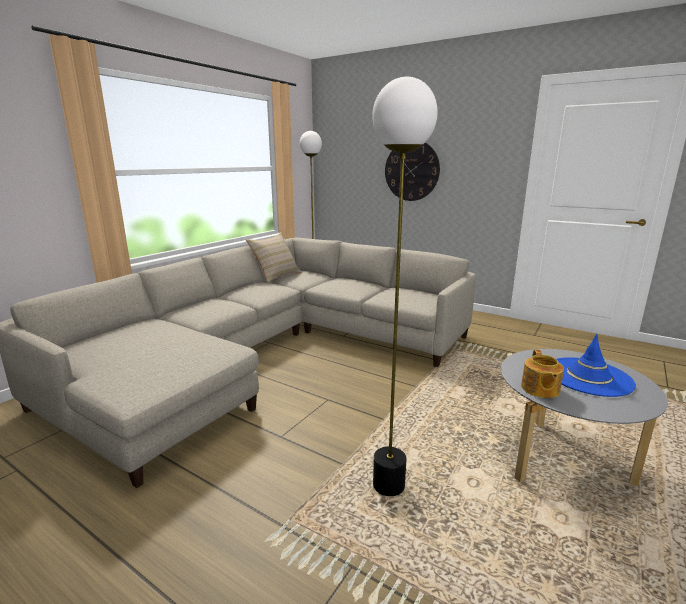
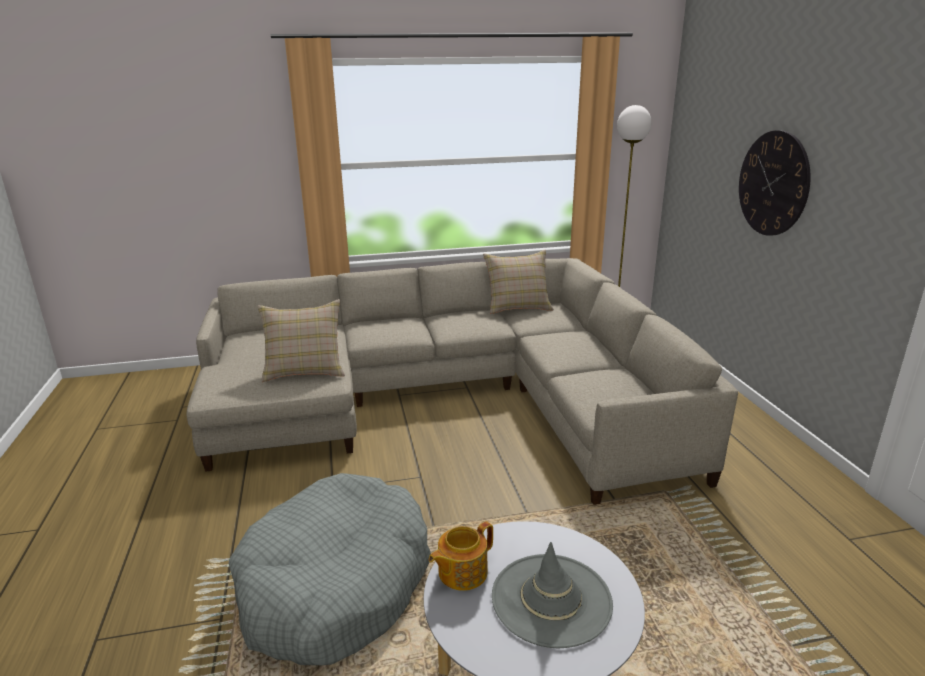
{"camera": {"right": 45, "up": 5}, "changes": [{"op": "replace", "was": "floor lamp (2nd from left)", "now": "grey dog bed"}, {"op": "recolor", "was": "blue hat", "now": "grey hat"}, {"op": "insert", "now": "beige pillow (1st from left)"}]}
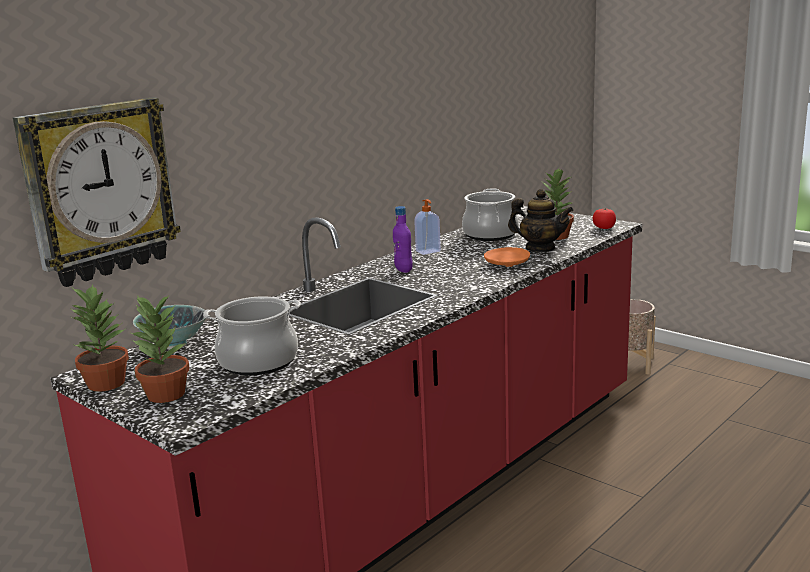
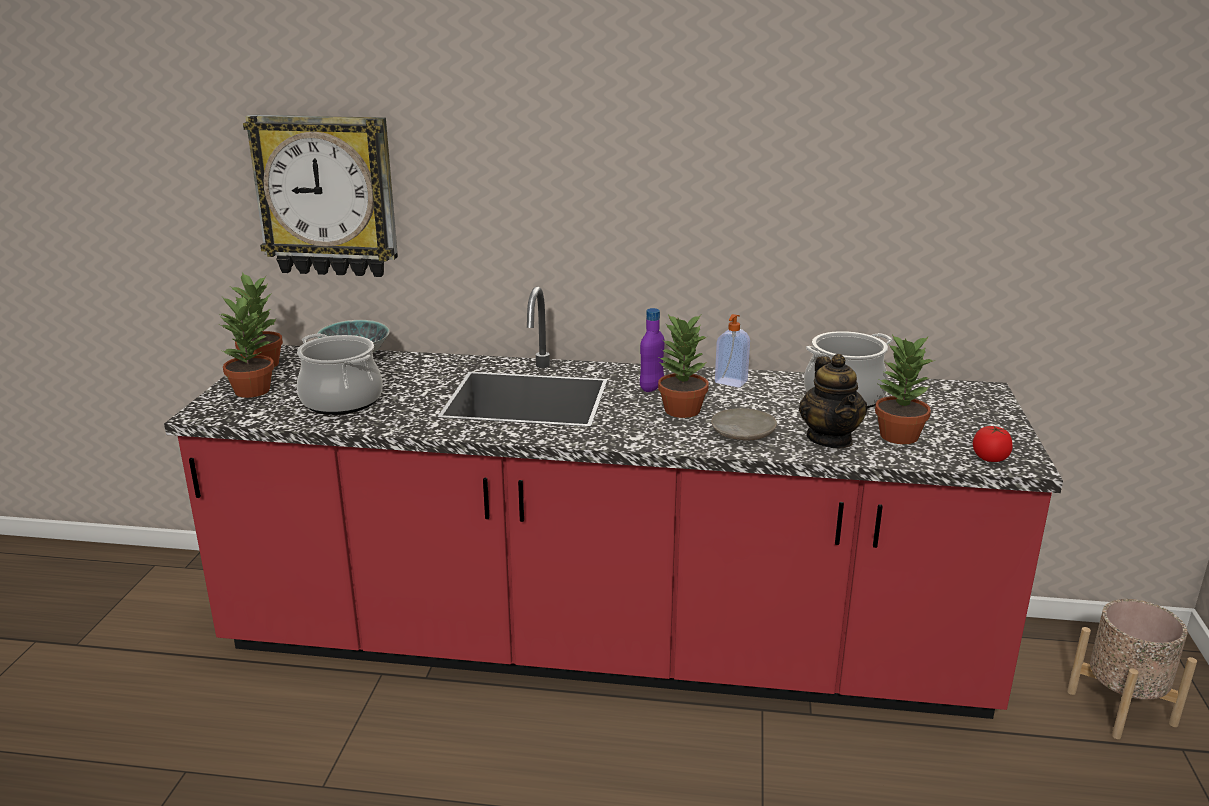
{"camera": {"right": 55, "up": 5}, "changes": [{"op": "recolor", "was": "orange plate", "now": "beige plate"}, {"op": "insert", "now": "potted plant (3rd from left)"}]}
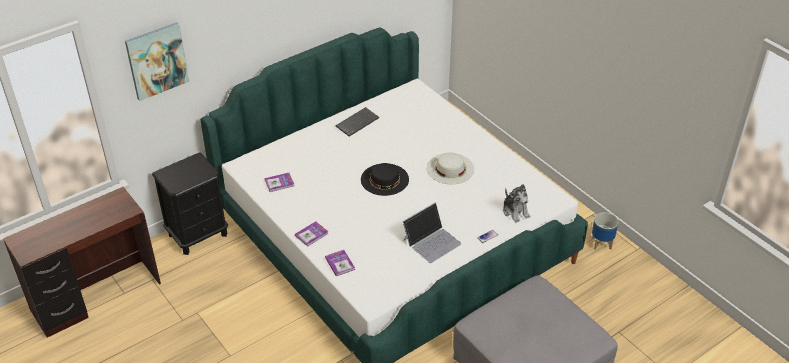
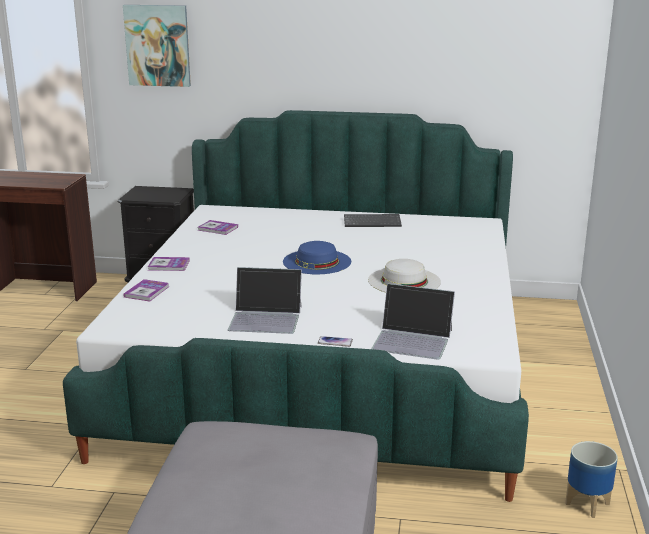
{"camera": {"right": 45, "up": -20}, "changes": [{"op": "recolor", "was": "black hat", "now": "blue hat"}, {"op": "replace", "was": "plush toy", "now": "laptop (2nd from left)"}]}
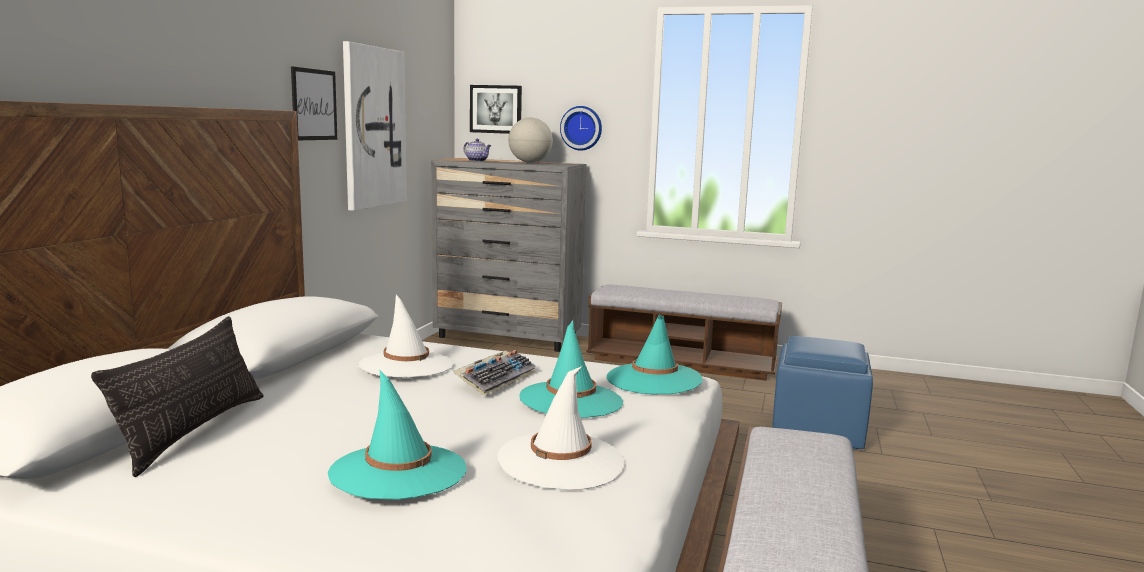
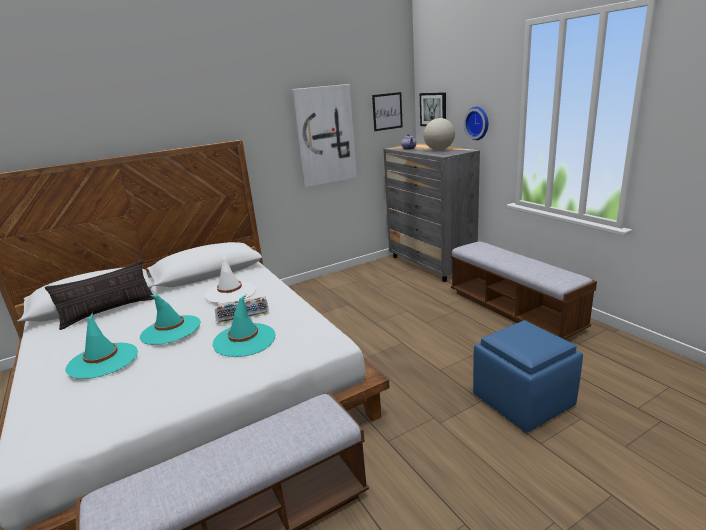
{"camera": {"right": 45, "up": 10}, "changes": [{"op": "move", "was": "picture (1st from left in the first image)", "now": "picture (2nd from left)"}, {"op": "delete", "was": "white hat (2nd from left)"}, {"op": "move", "was": "turquoise hat (3rd from left in the first image)", "now": "turquoise hat (2nd from left)"}]}
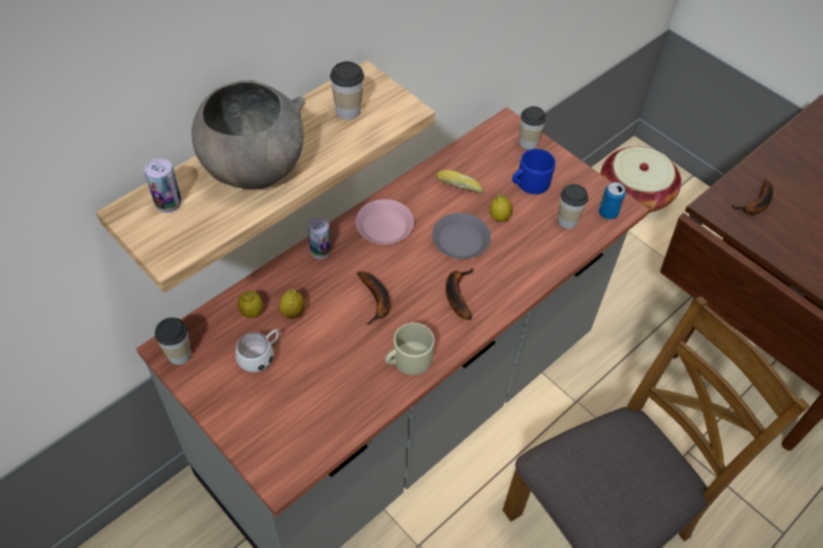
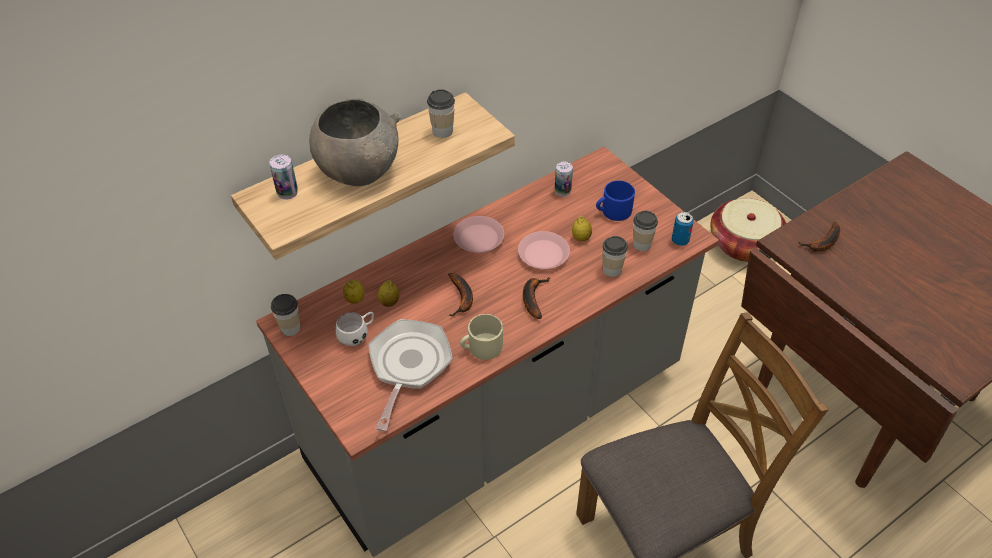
{"camera": {"right": 10, "up": -5}, "changes": [{"op": "move", "was": "can (2nd from left)"}, {"op": "recolor", "was": "grey plate", "now": "pink plate (2nd from left)"}, {"op": "delete", "was": "bread"}, {"op": "move", "was": "cup (3rd from left)"}, {"op": "insert", "now": "frying pan"}]}
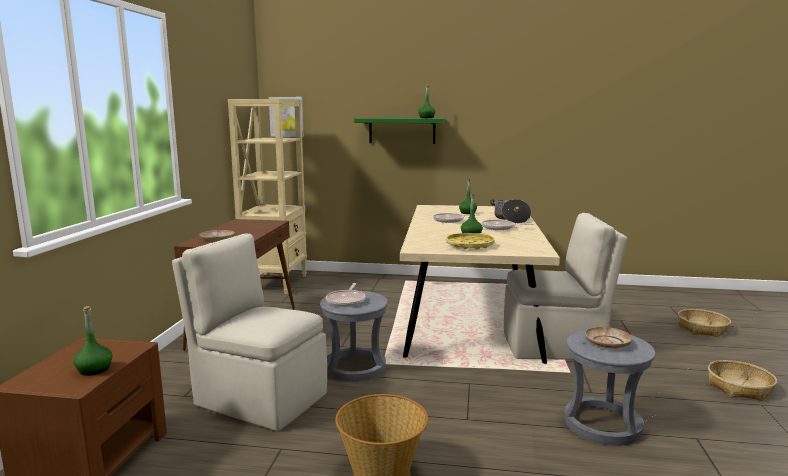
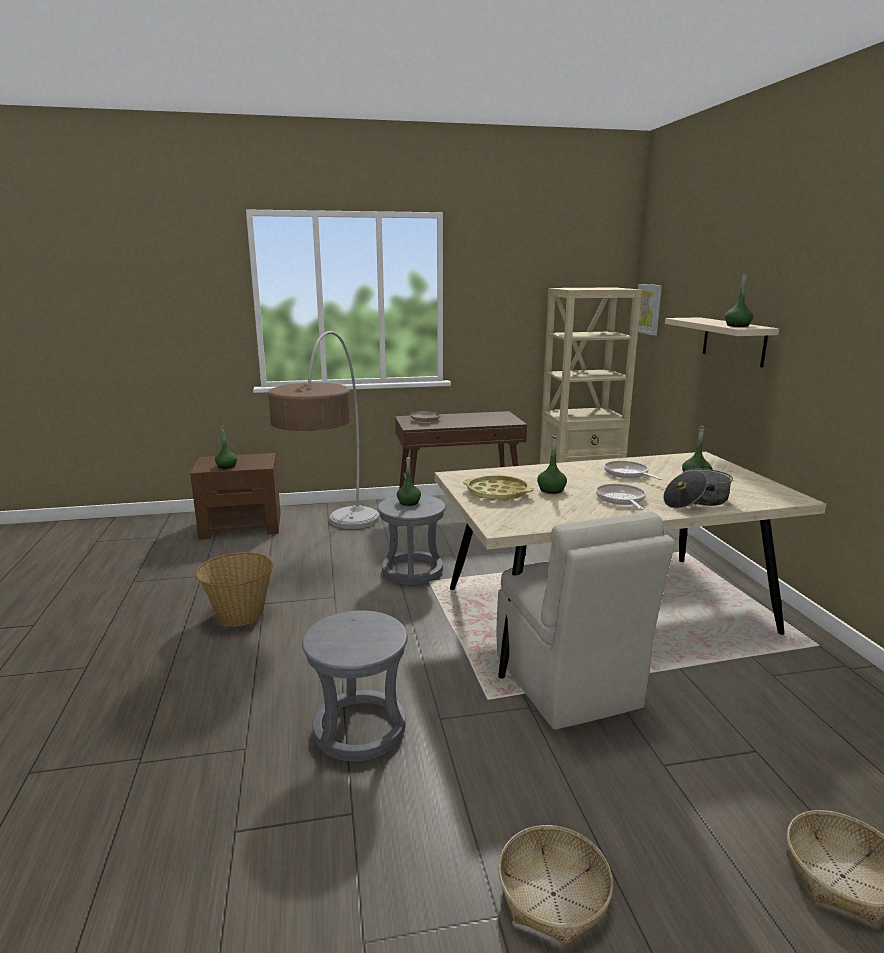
{"camera": {"right": 70, "up": 5}, "changes": [{"op": "replace", "was": "beige chair (1st from left)", "now": "floor lamp"}, {"op": "replace", "was": "frying pan (1st from left)", "now": "green bottle (2nd from left)"}, {"op": "recolor", "was": "green shelf", "now": "beige shelf"}, {"op": "delete", "was": "beige plate (2nd from left)"}]}
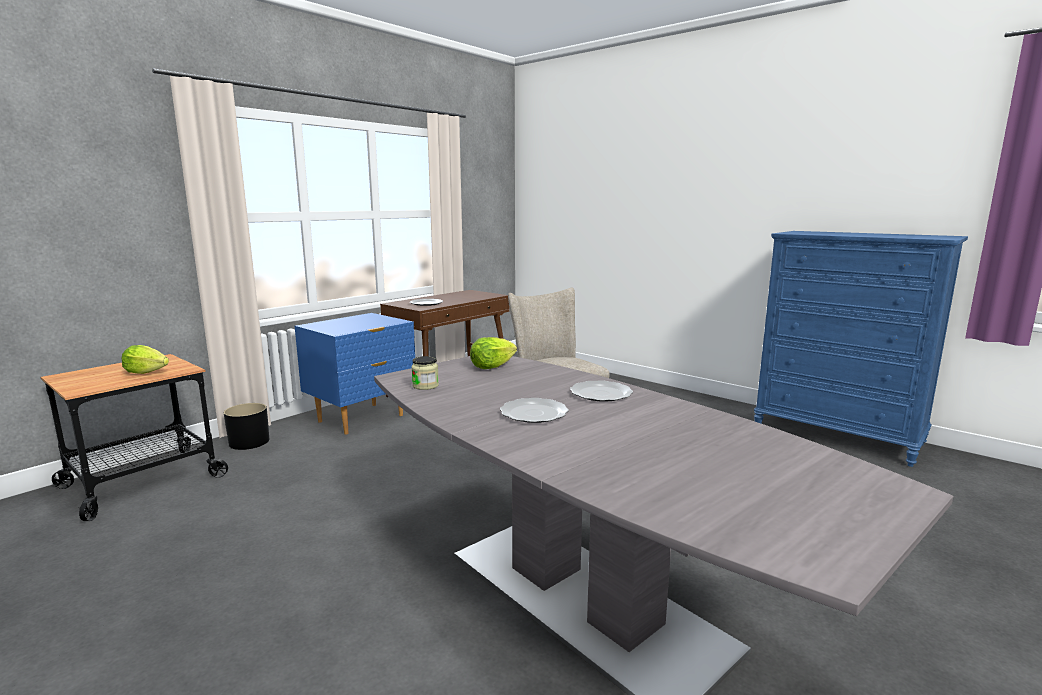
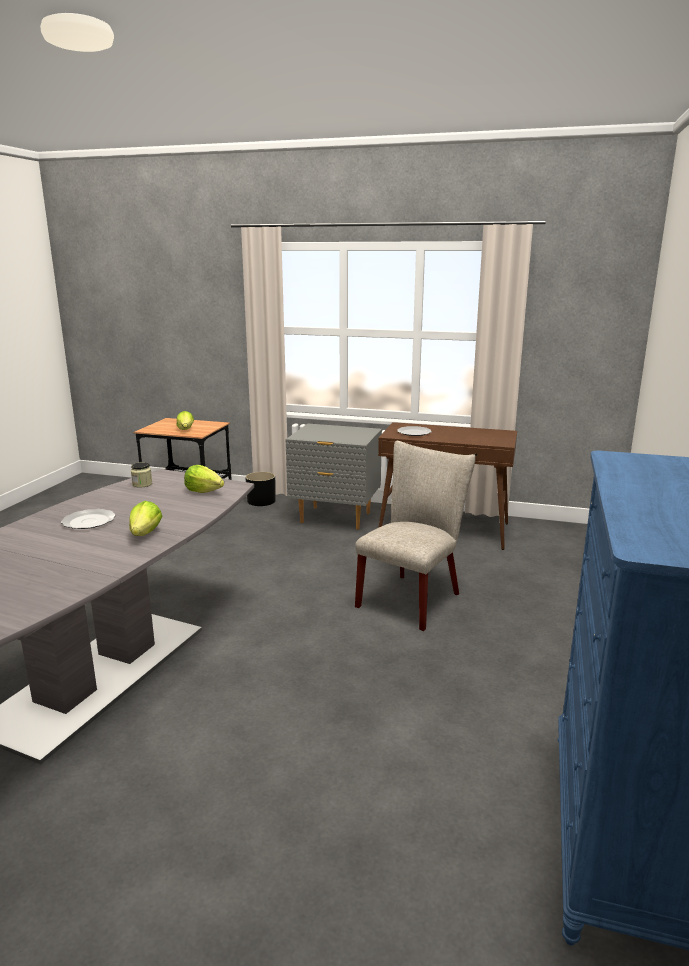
{"camera": {"right": 65, "up": 5}, "changes": [{"op": "recolor", "was": "blue nightstand", "now": "grey nightstand"}, {"op": "replace", "was": "plate (3rd from left)", "now": "lettuce (1st from left)"}]}
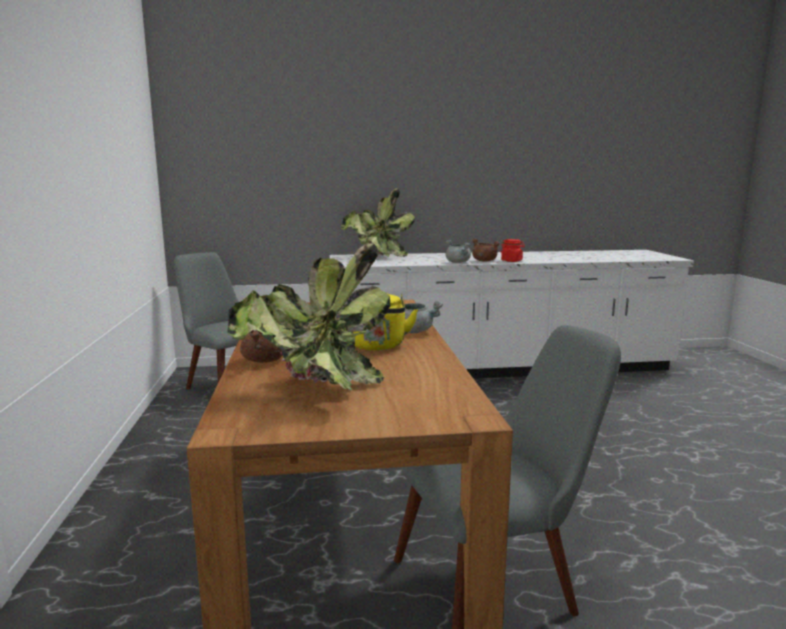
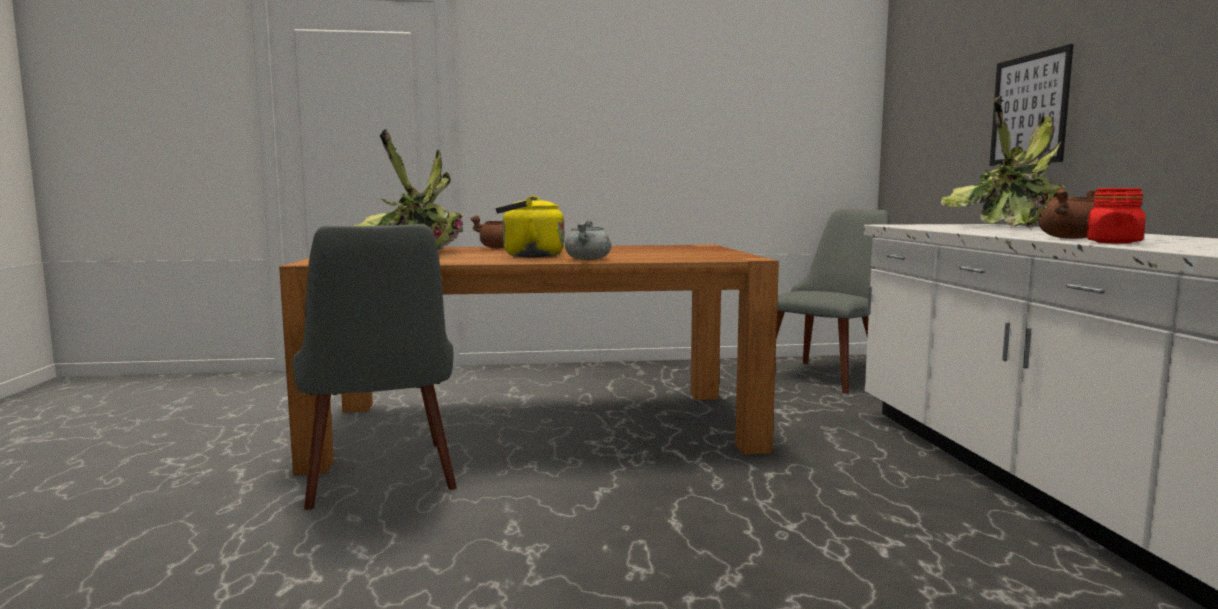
{"camera": {"right": 90, "up": -5}, "changes": [{"op": "delete", "was": "grey cooking pot (2nd from left)"}, {"op": "insert", "now": "picture"}]}
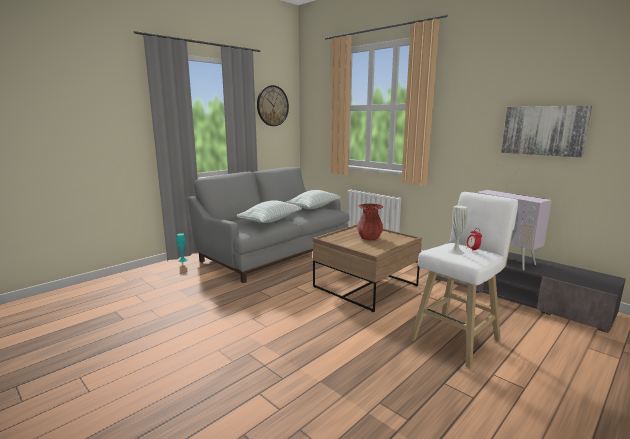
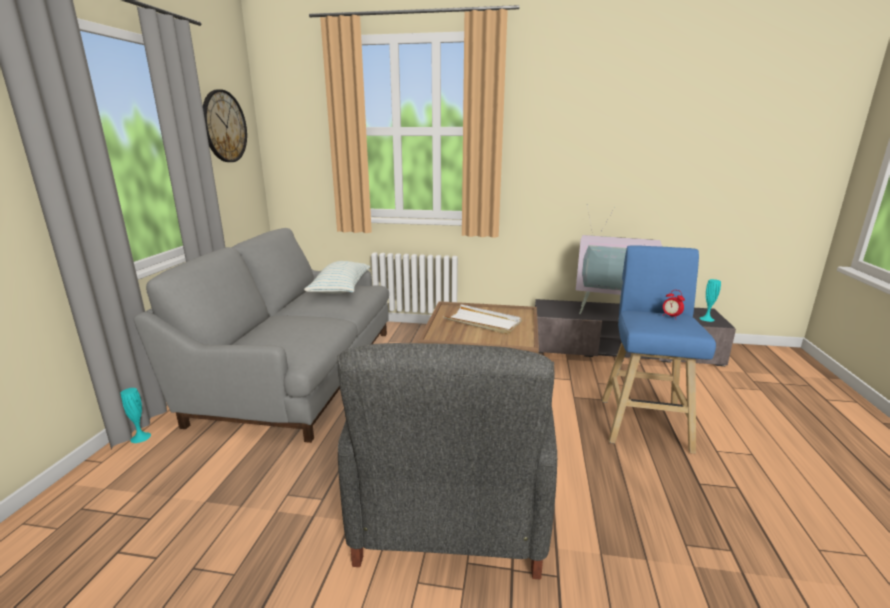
{"camera": {"right": -35, "up": 5}, "changes": [{"op": "delete", "was": "pillow (1st from left)"}, {"op": "replace", "was": "red vase", "now": "white tray"}, {"op": "recolor", "was": "white stool", "now": "blue stool"}, {"op": "delete", "was": "white vase"}, {"op": "delete", "was": "picture"}, {"op": "insert", "now": "grey armchair"}, {"op": "insert", "now": "turquoise vase (2nd from left)"}]}
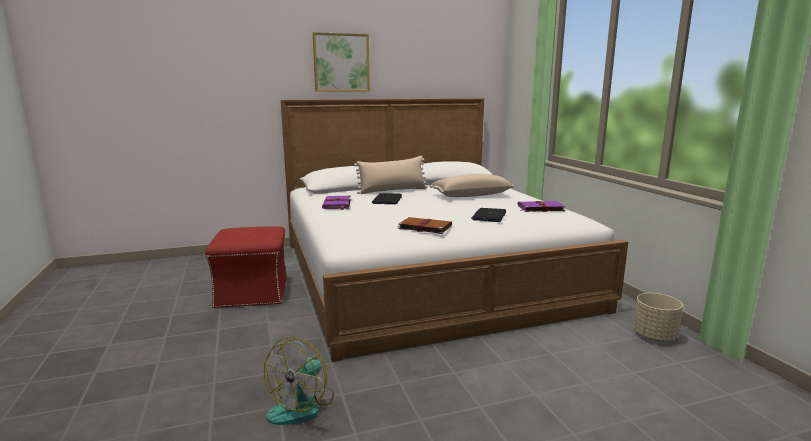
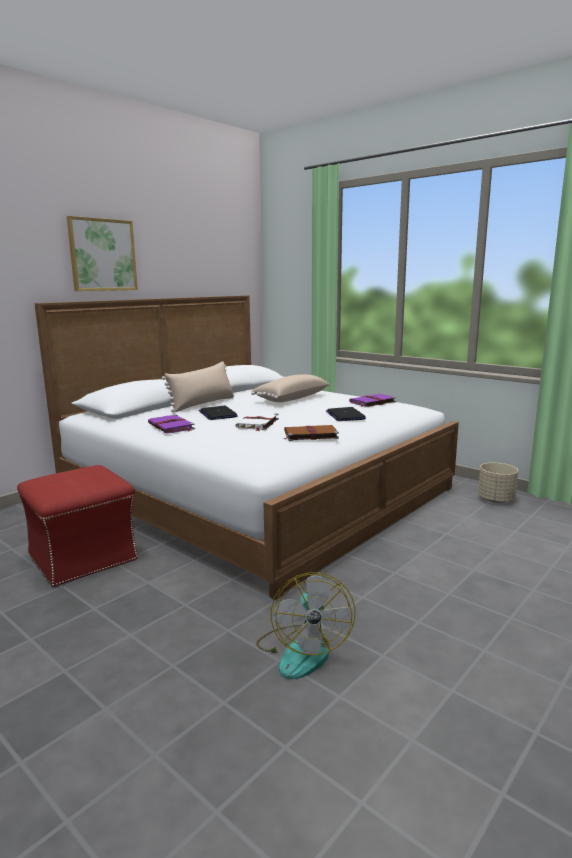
{"camera": {"right": -30, "up": 0}, "changes": [{"op": "insert", "now": "white book"}]}
